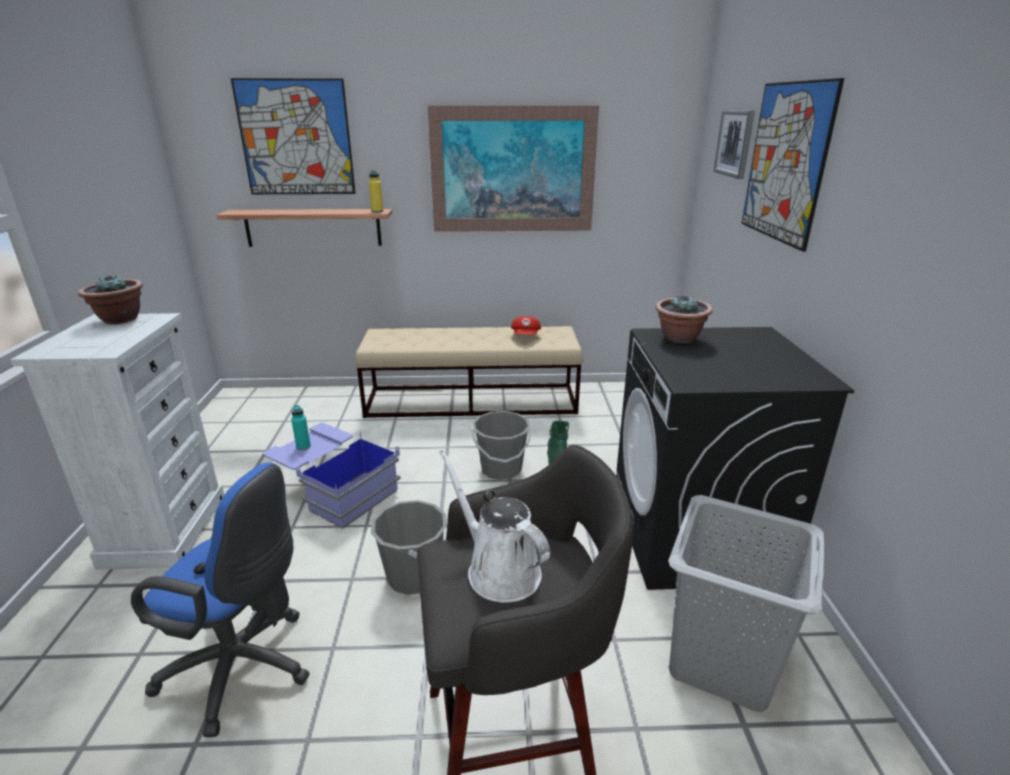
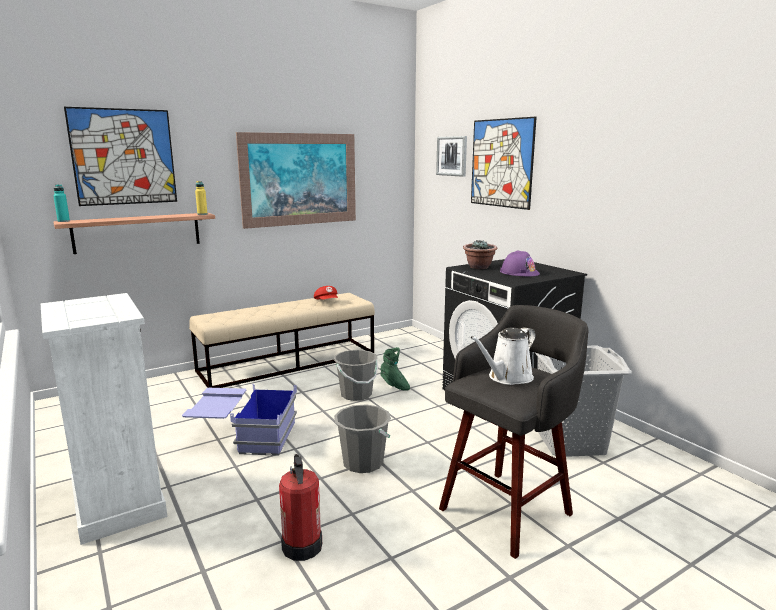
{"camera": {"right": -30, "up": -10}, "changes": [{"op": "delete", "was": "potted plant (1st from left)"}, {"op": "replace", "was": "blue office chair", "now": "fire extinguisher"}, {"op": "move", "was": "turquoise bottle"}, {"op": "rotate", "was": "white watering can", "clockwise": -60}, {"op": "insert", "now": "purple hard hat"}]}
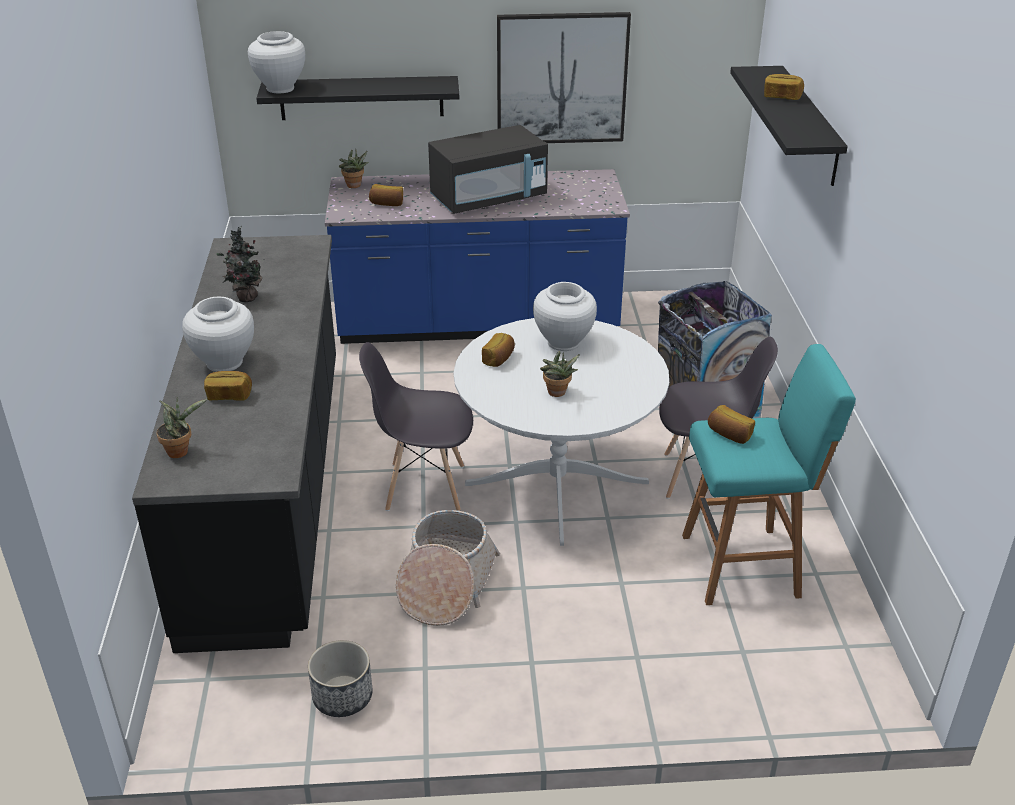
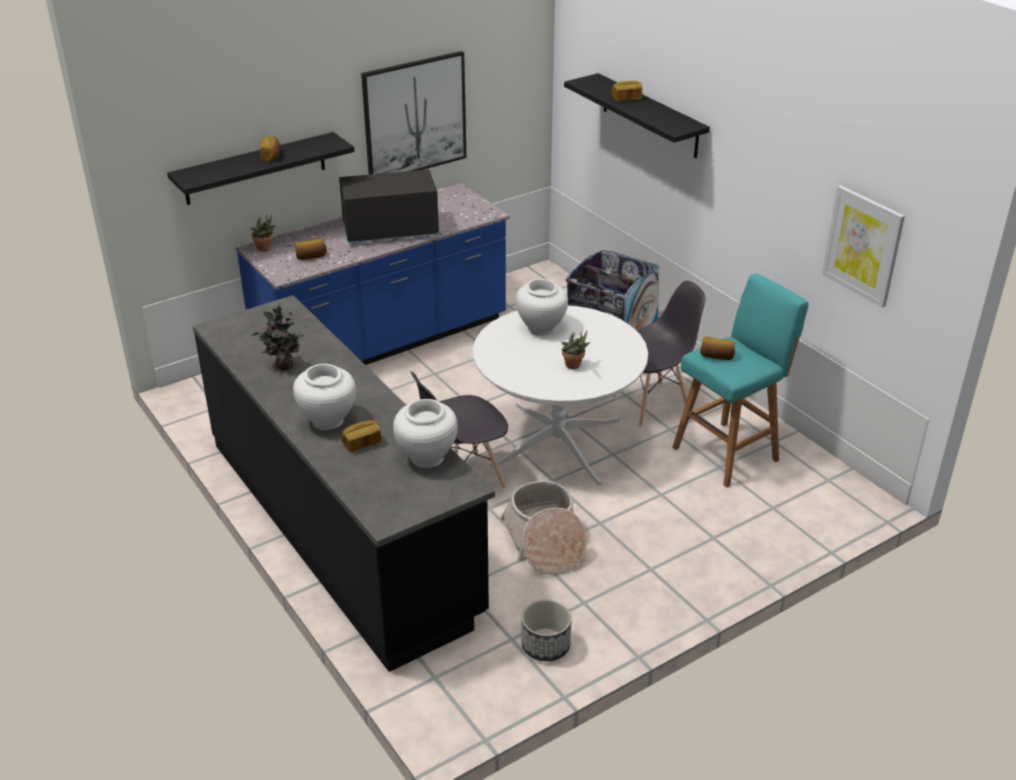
{"camera": {"right": -30, "up": 0}, "changes": [{"op": "delete", "was": "potted plant (1st from left)"}, {"op": "move", "was": "white vase (2nd from left)"}, {"op": "rotate", "was": "black microwave", "clockwise": -135}, {"op": "move", "was": "bread (3rd from left in the first image)", "now": "bread (1st from left)"}, {"op": "insert", "now": "picture (2nd from left)"}]}
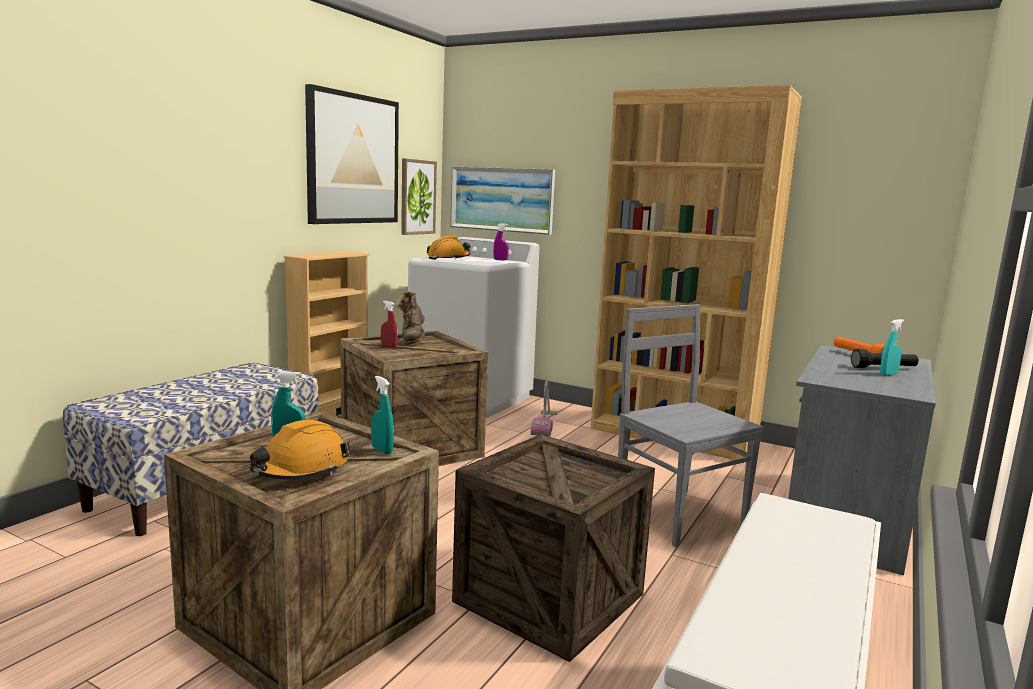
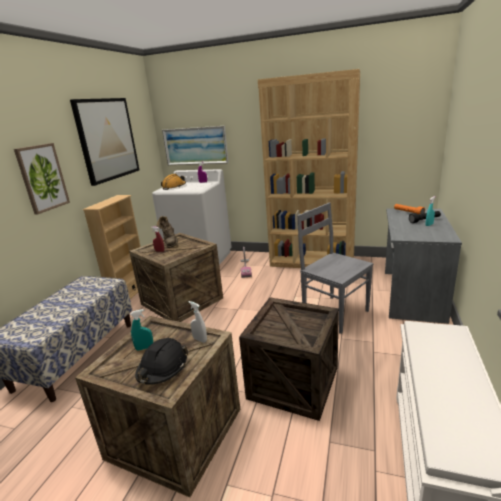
{"camera": {"right": -10, "up": 10}, "changes": [{"op": "recolor", "was": "orange hard hat (1st from left)", "now": "black hard hat"}, {"op": "recolor", "was": "turquoise spray bottle (2nd from left)", "now": "white spray bottle"}, {"op": "move", "was": "picture (2nd from left in the first image)", "now": "picture (1st from left)"}]}
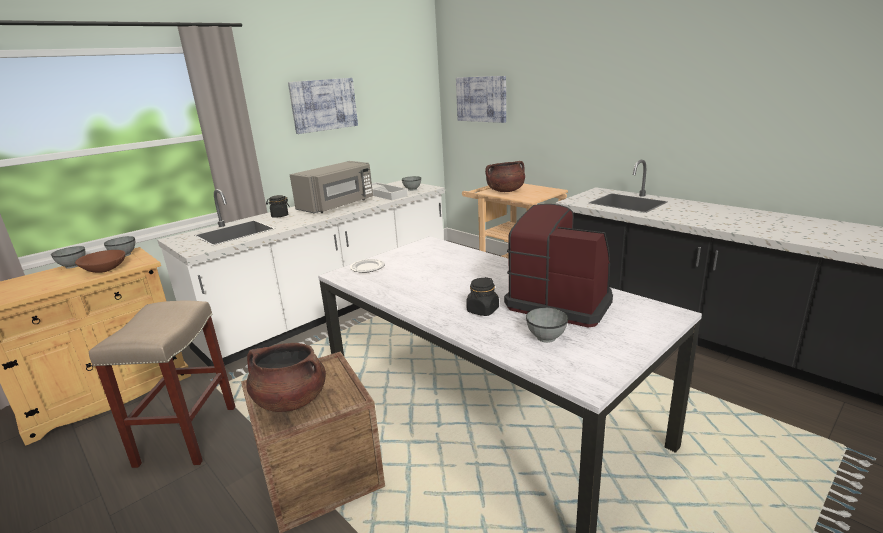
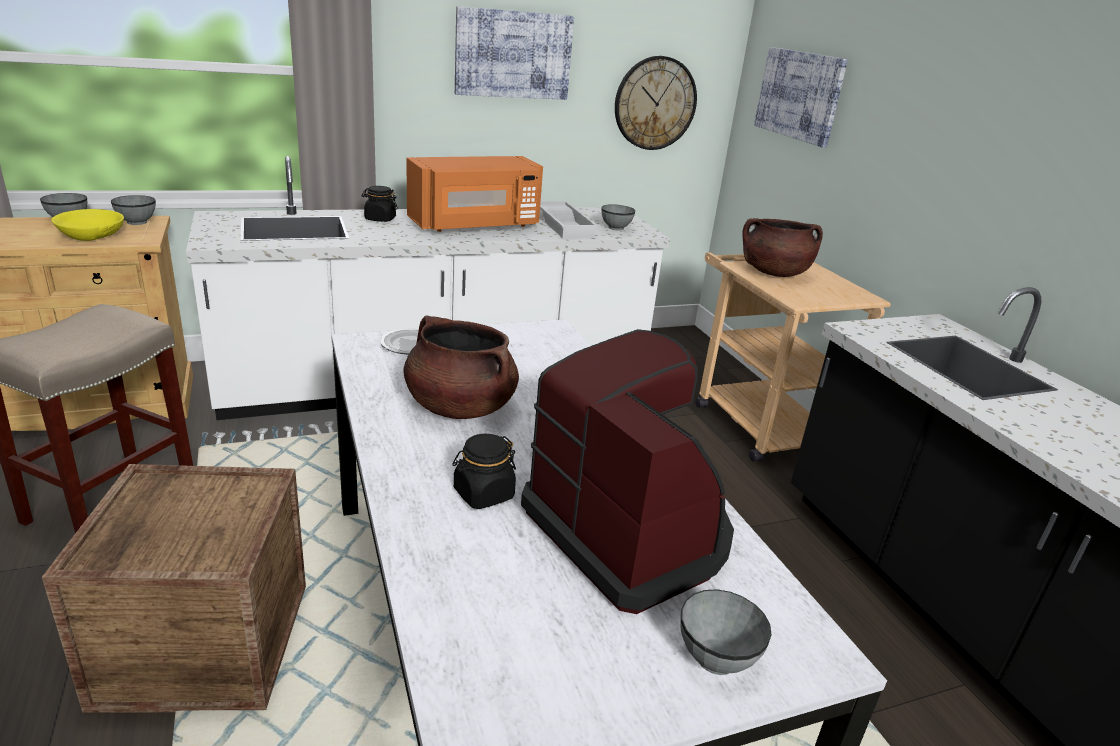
{"camera": {"right": 20, "up": 5}, "changes": [{"op": "recolor", "was": "brown bowl", "now": "yellow bowl"}, {"op": "move", "was": "brown cooking pot (1st from left)"}, {"op": "recolor", "was": "grey microwave", "now": "orange microwave"}, {"op": "move", "was": "grey bowl (4th from left)"}, {"op": "insert", "now": "wall clock"}]}
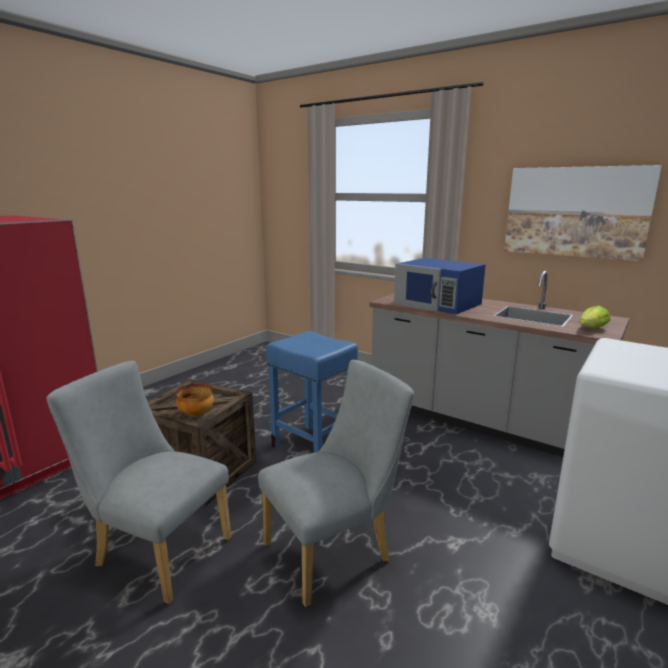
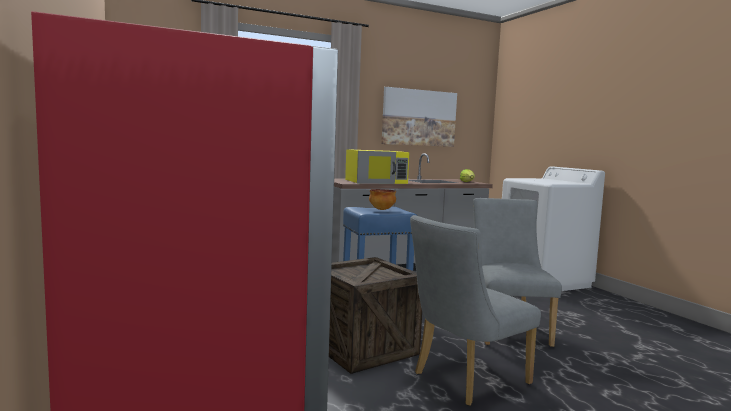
{"camera": {"right": -60, "up": -10}, "changes": [{"op": "move", "was": "bowl"}, {"op": "recolor", "was": "blue microwave", "now": "yellow microwave"}]}
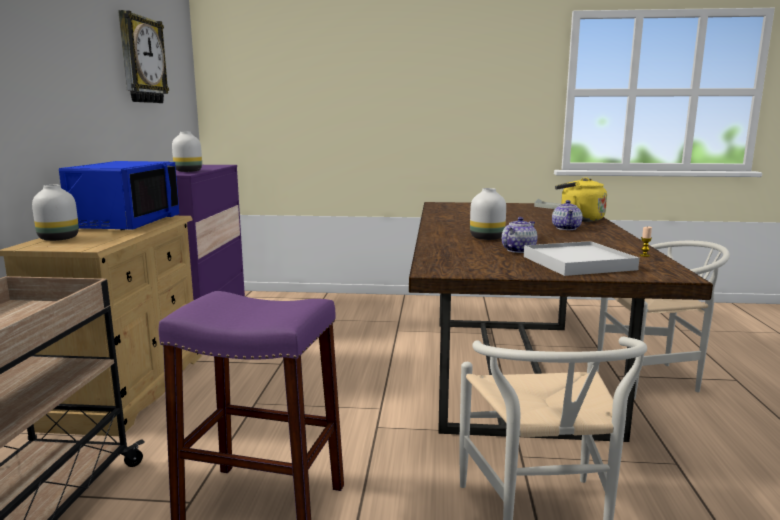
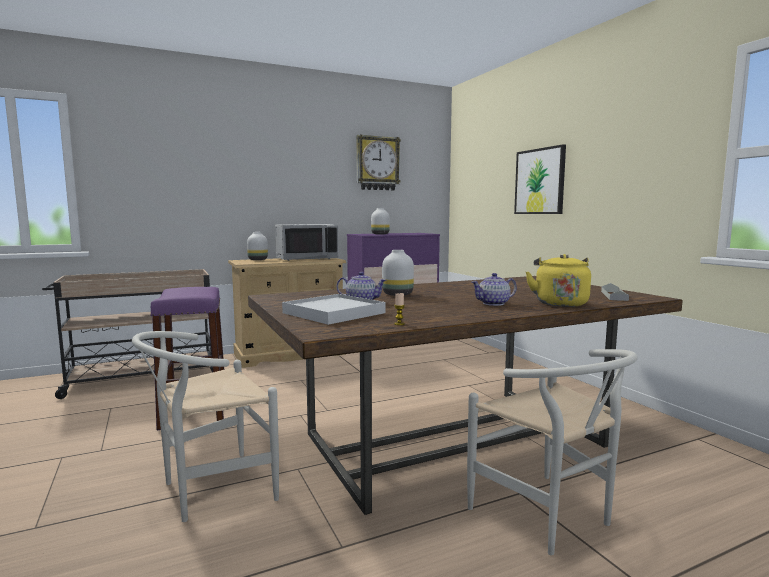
{"camera": {"right": 60, "up": -5}, "changes": [{"op": "recolor", "was": "blue microwave", "now": "grey microwave"}, {"op": "insert", "now": "picture"}]}
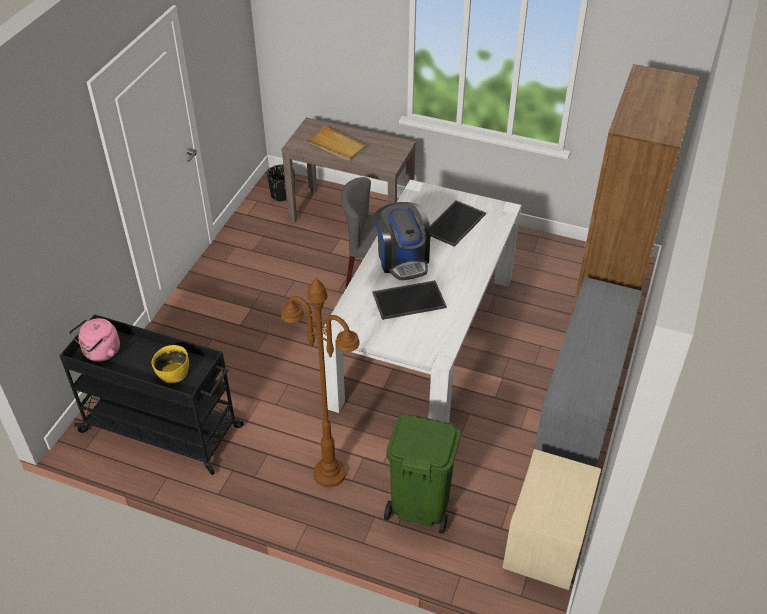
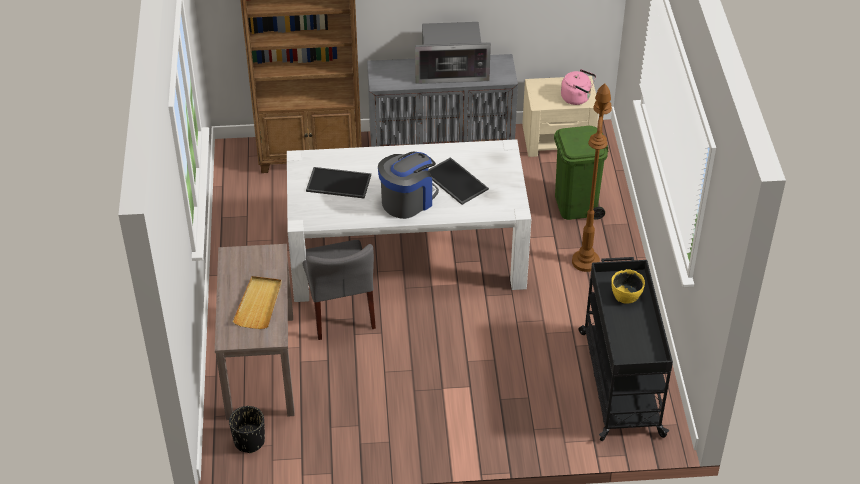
{"camera": {"right": -115, "up": 0}, "changes": [{"op": "move", "was": "pink kettle"}, {"op": "insert", "now": "microwave"}]}
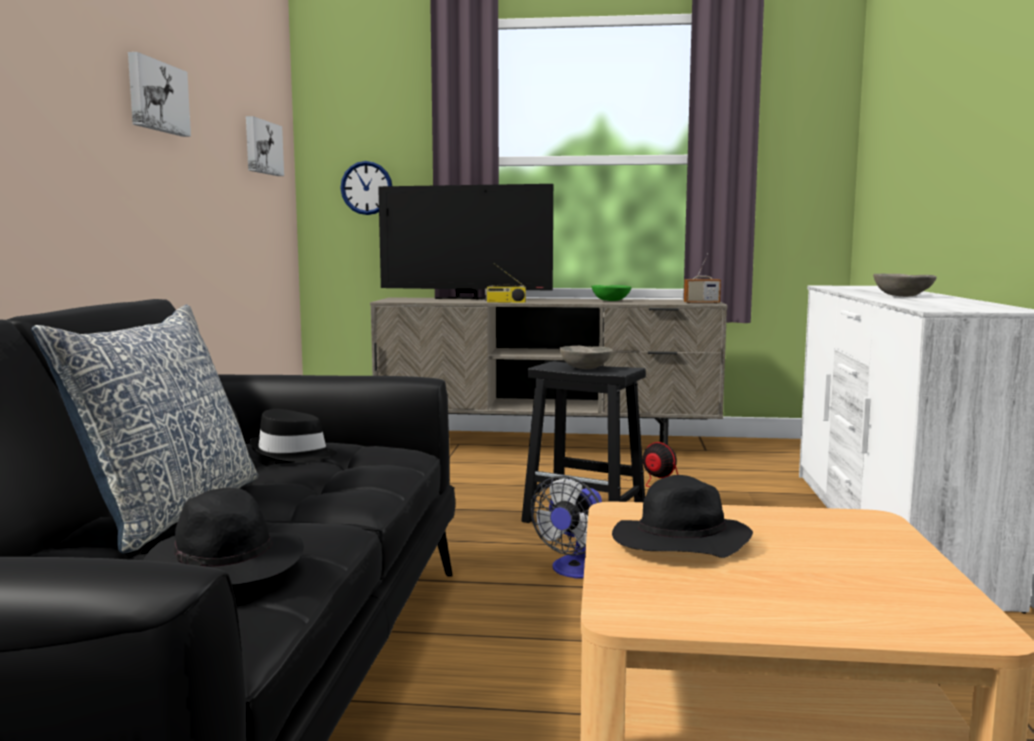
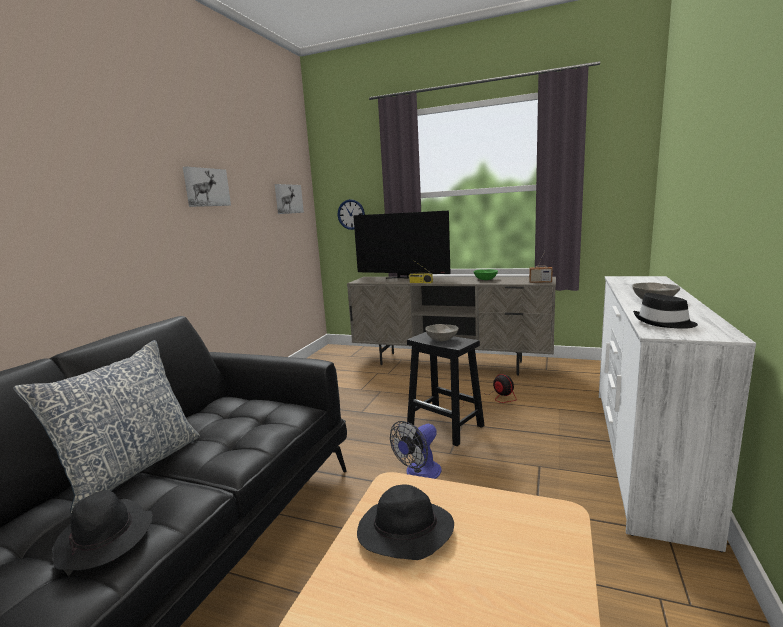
{"camera": {"right": 15, "up": 5}, "changes": [{"op": "move", "was": "black hat (2nd from left in the first image)", "now": "black hat (3rd from left)"}]}
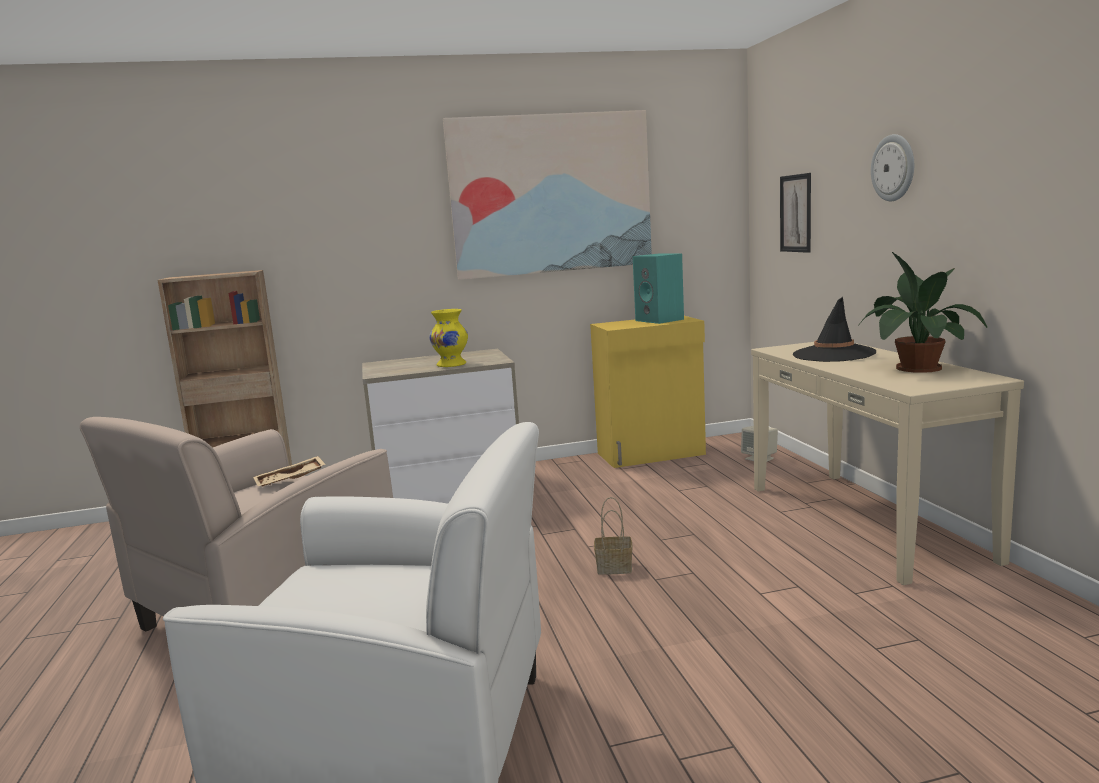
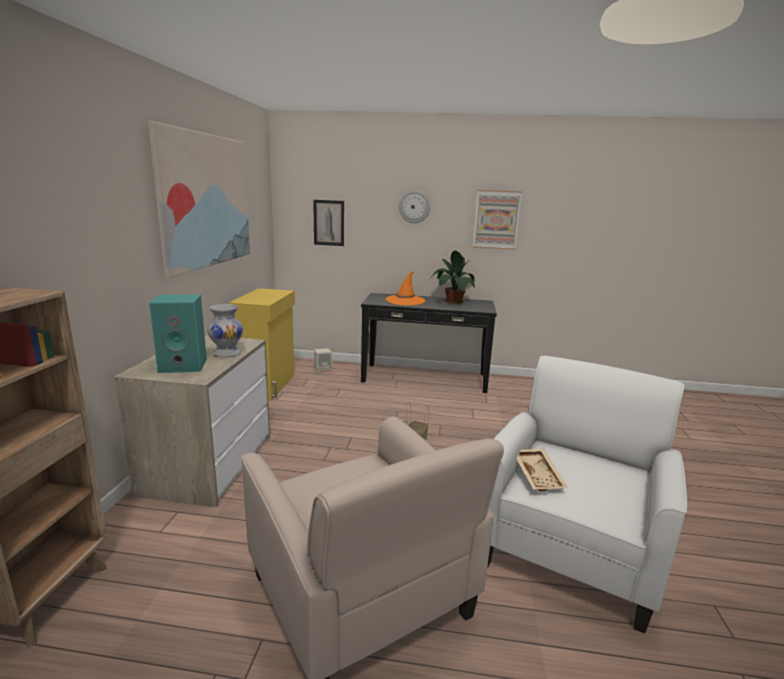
{"camera": {"right": -70, "up": 5}, "changes": [{"op": "move", "was": "beige tray"}, {"op": "recolor", "was": "yellow vase", "now": "white vase"}, {"op": "move", "was": "turquoise speaker"}, {"op": "recolor", "was": "beige console table", "now": "black console table"}, {"op": "recolor", "was": "black hat", "now": "orange hat"}, {"op": "insert", "now": "picture (3rd from left)"}]}
